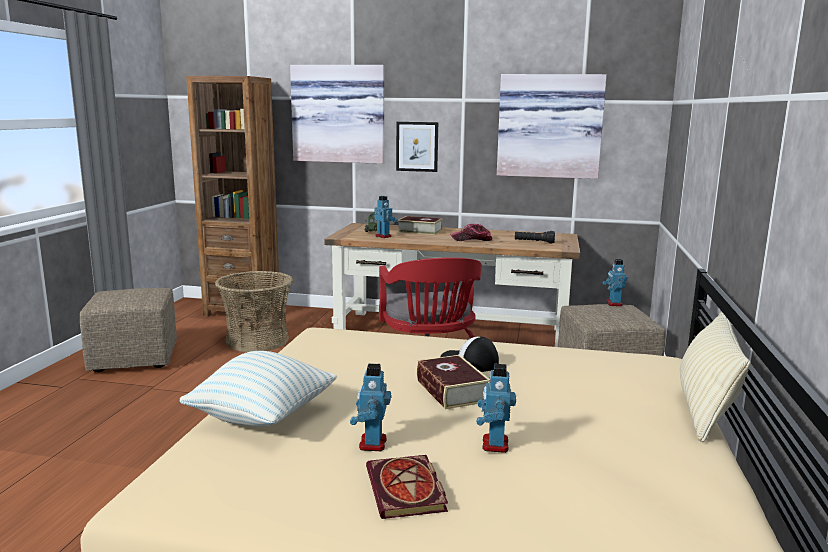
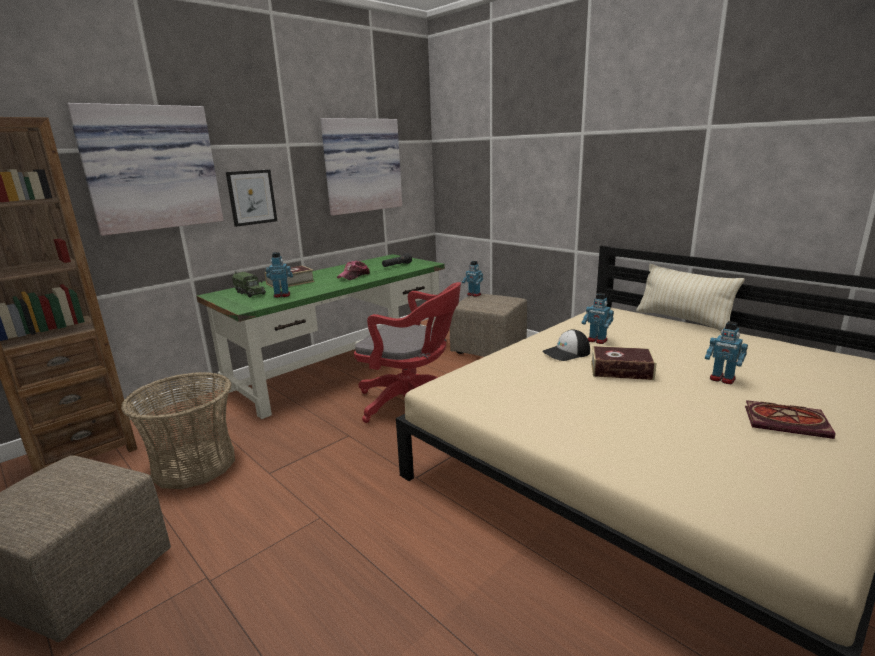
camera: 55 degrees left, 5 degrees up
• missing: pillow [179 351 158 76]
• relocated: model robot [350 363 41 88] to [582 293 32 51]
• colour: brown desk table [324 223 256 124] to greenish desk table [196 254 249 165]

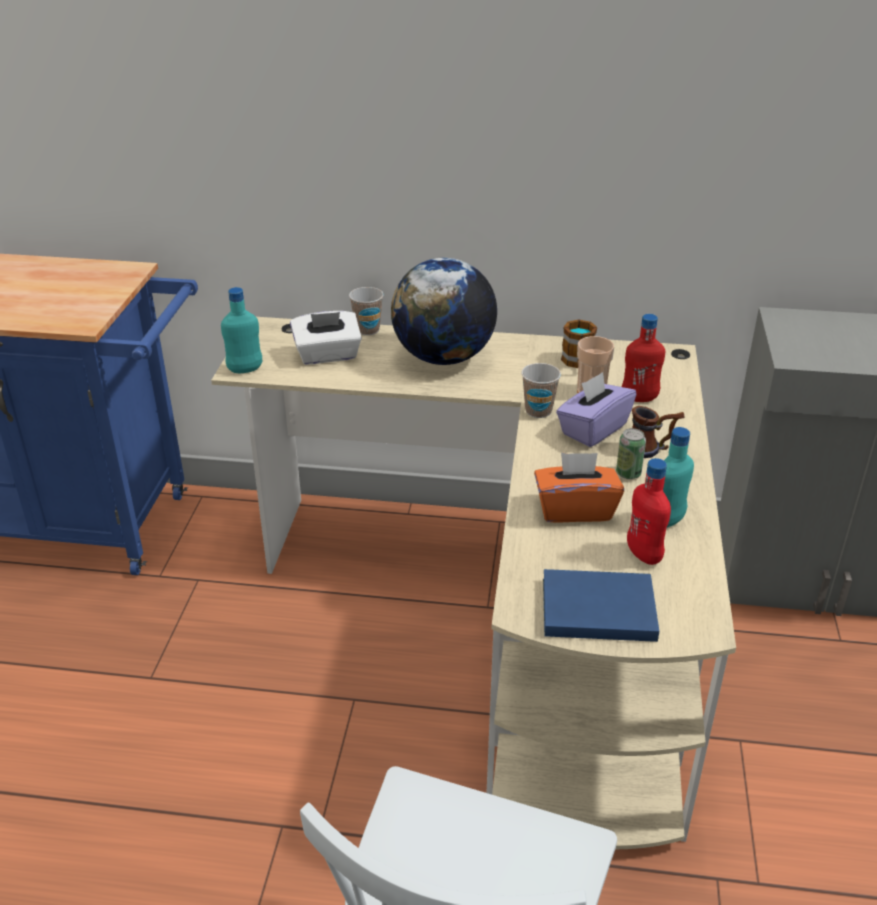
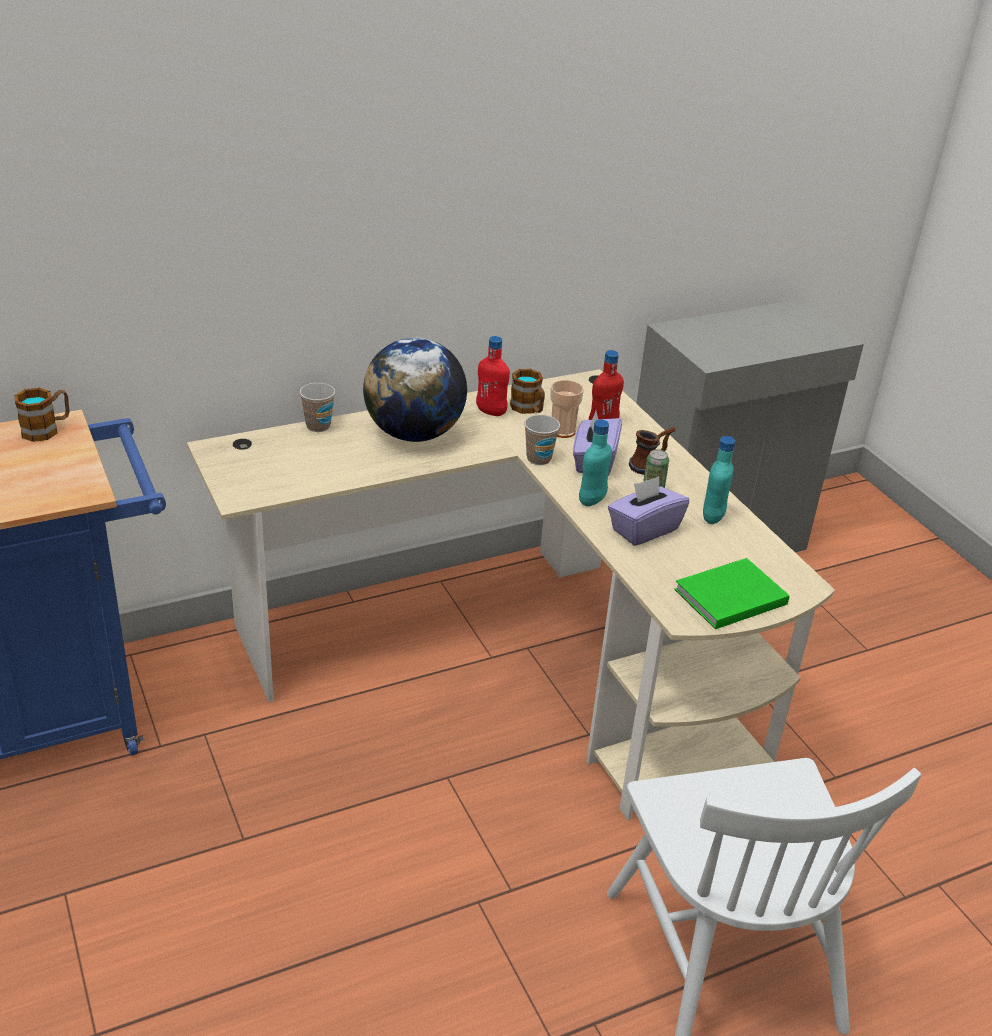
camera: 35 degrees left, 0 degrees up
• missing: whitish tissue box [290 311 72 54]
• appeared: tea mug [14 388 56 54]
• relocated: turquoise-coloured beverage bottle [221 287 41 86] to [579 419 33 87]
• relocated: red-coloured beverage bottle [627 458 44 107] to [476 336 34 80]
• colour: orangey tissue box [534 452 90 71] to purple tissue box [608 476 82 70]
• colour: blue volume [543 569 116 73] to greenish volume [674 558 116 71]

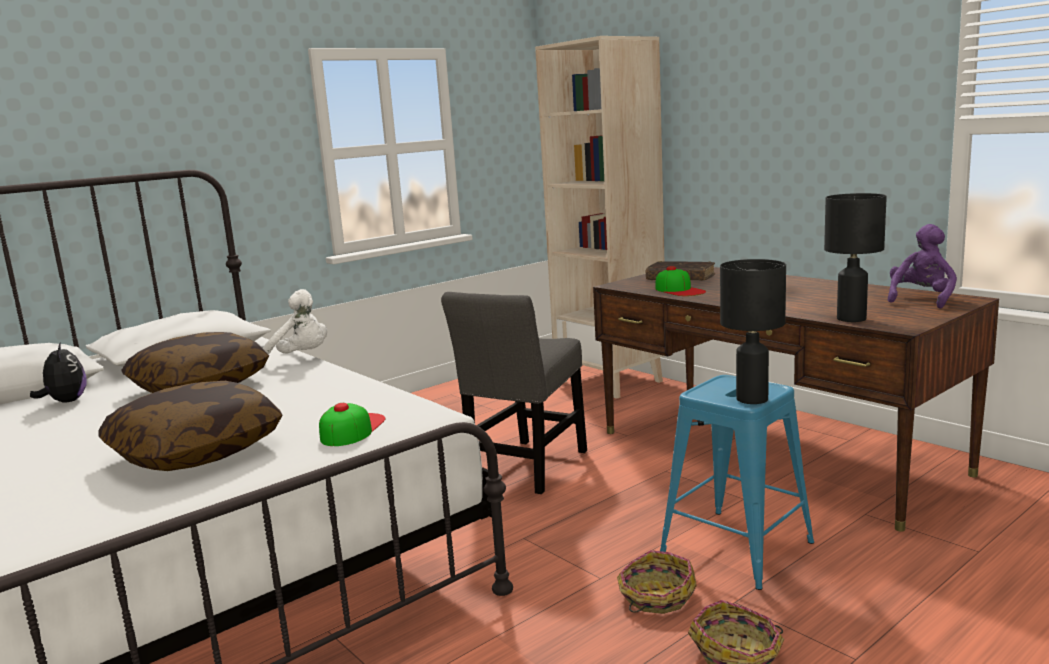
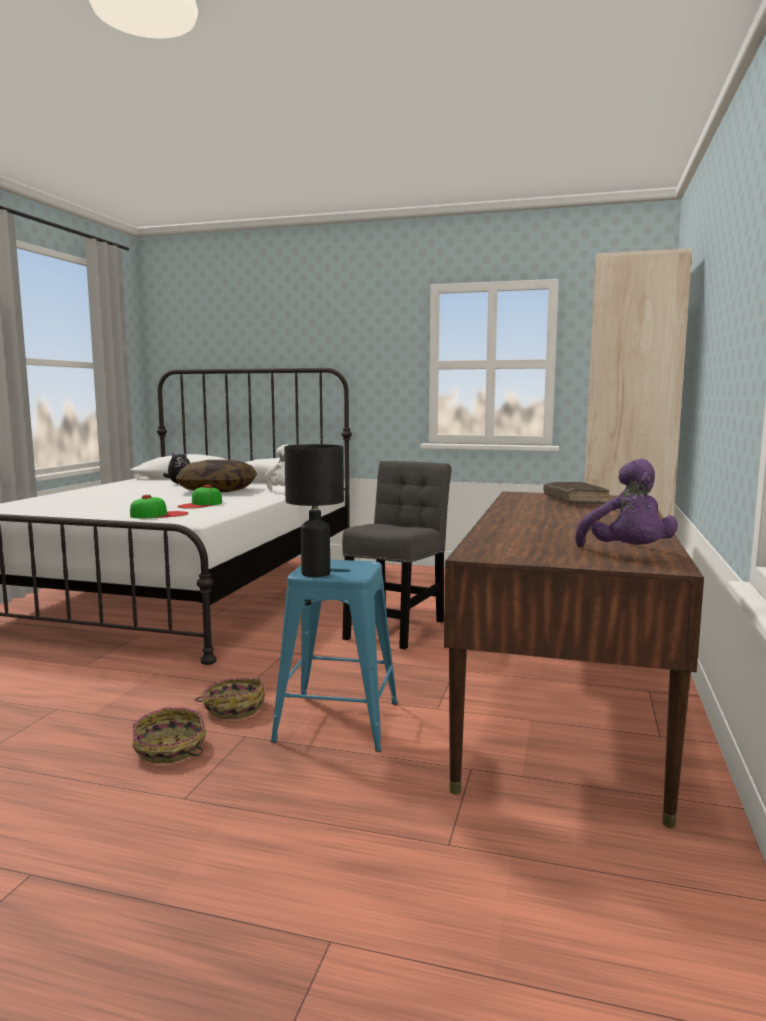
camera: 55 degrees right, 5 degrees down
• missing: pillow [98 381 184 90]
• missing: black-coloured tabletop lamp [824 193 63 129]
• relocated: cap [655 266 51 30] to [177 485 45 24]
• spun: greyish chair [441 292 146 202] = [342 461 109 188] 120 degrees clockwise
• spun: purple plush toy [887 224 70 85] = [575 459 103 88] 75 degrees clockwise

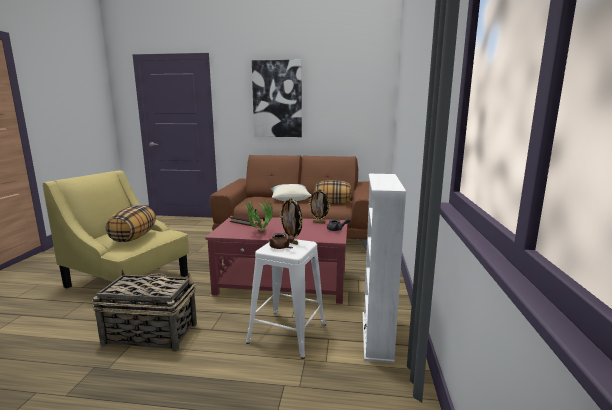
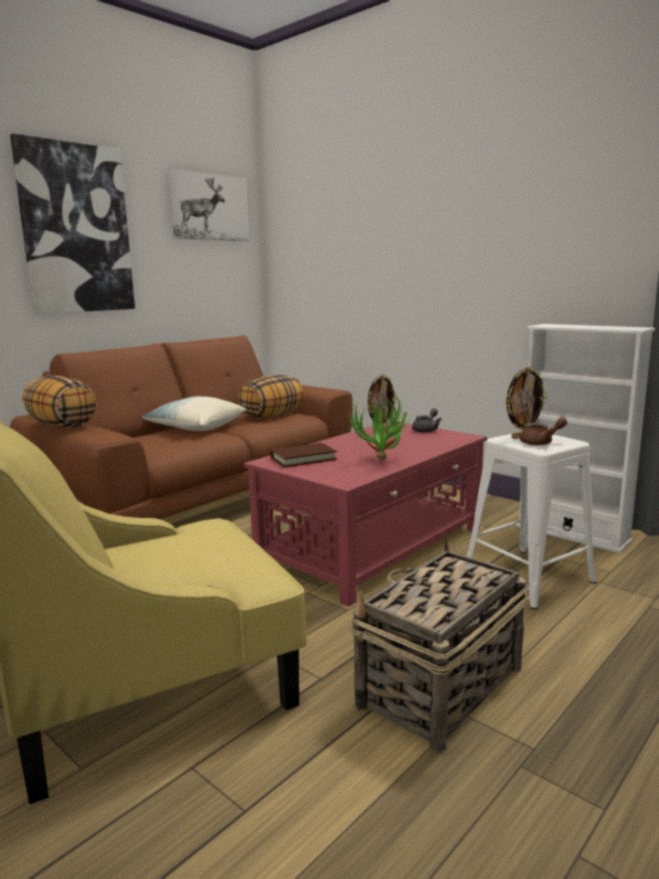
camera: 55 degrees left, 0 degrees up
• appeared: wall picture [168 169 81 72]
• relocated: pillow [106 205 50 37] to [23 375 74 53]

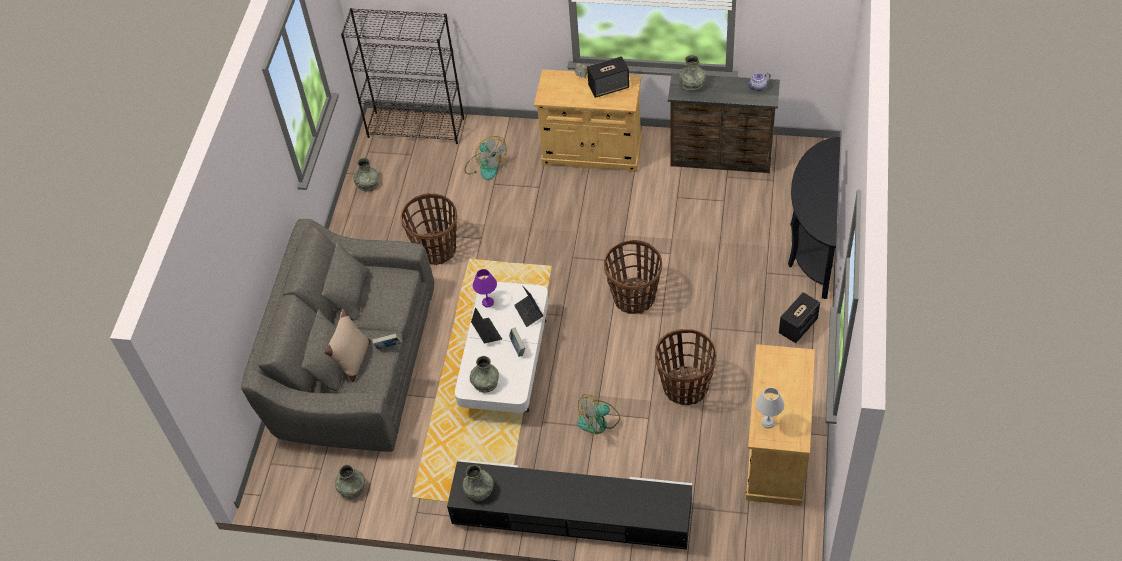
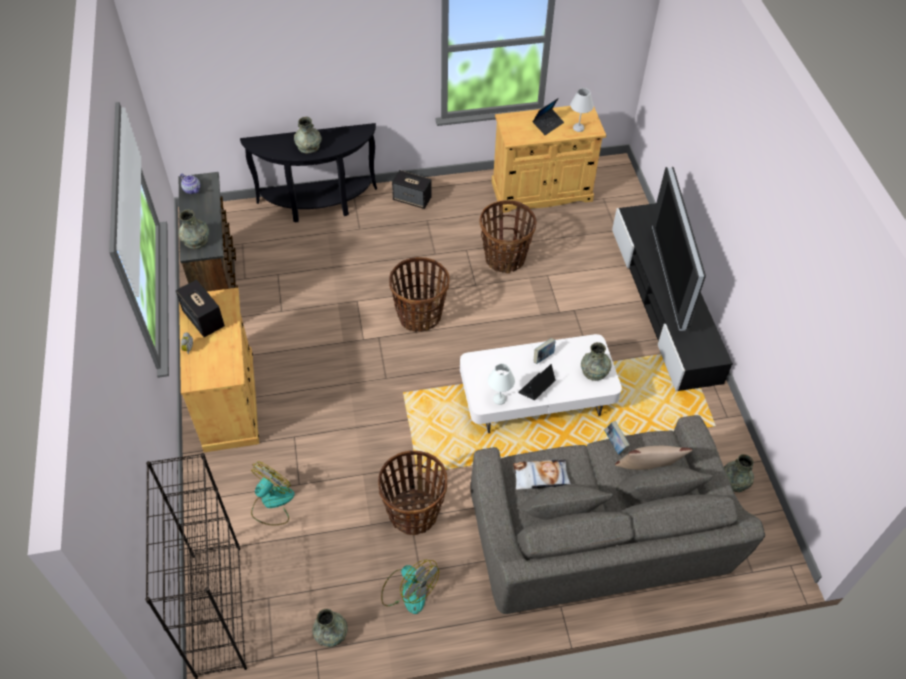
camera: 115 degrees left, 0 degrees up
• appeared: pillow [513 459 58 31]
• appeared: TV [652 167 54 164]
• relocated: greyish decorative vase [463 465 31 36] to [294 117 28 37]
• relocated: portable computer [514 286 29 41] to [533 98 31 37]
• relocated: electric fan [577 394 43 40] to [381 560 58 54]
• colour: purple tabletop lamp [473 269 24 38] to whitish tabletop lamp [488 364 27 41]

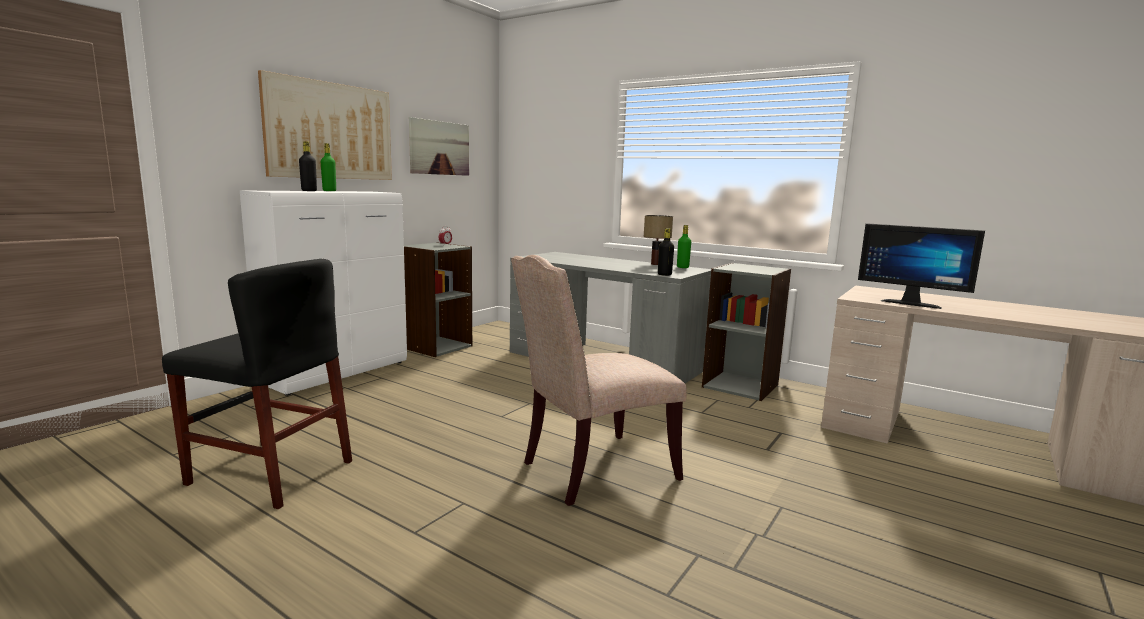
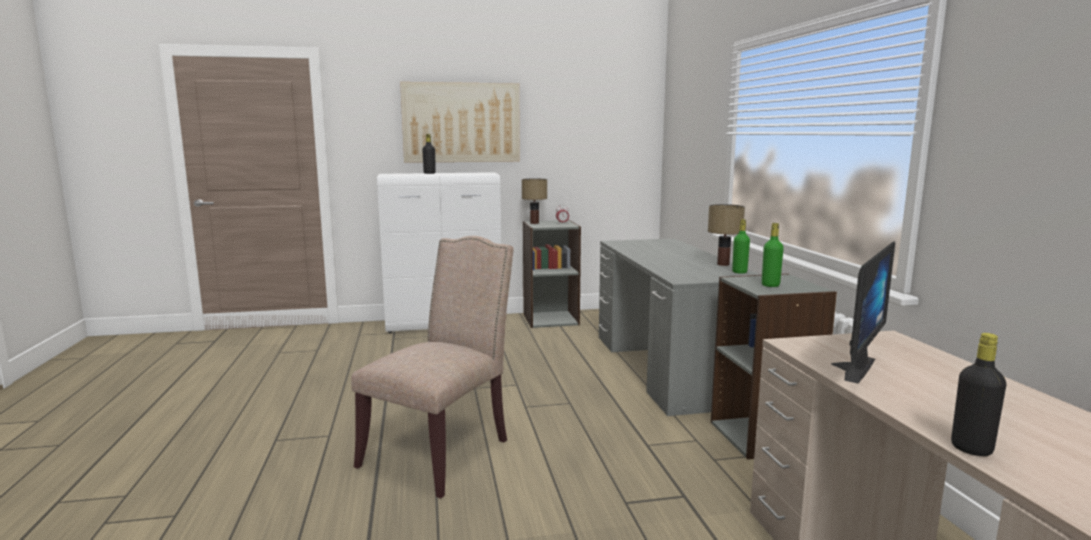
camera: 45 degrees right, 0 degrees up
• missing: black-coloured chair [162 259 190 250]
• missing: wall picture [409 117 60 59]
• appeared: tabletop lamp [522 178 25 46]
• relocated: greenish beverage bottle [321 143 15 48] to [762 223 22 64]
• relocated: black-coloured beverage bottle [658 228 16 48] to [951 333 56 123]
• spun: beige chair [511 255 176 251] = [351 236 162 262] 105 degrees clockwise
• spun: monitor [858 223 127 86] = [831 241 64 142] 135 degrees counterclockwise

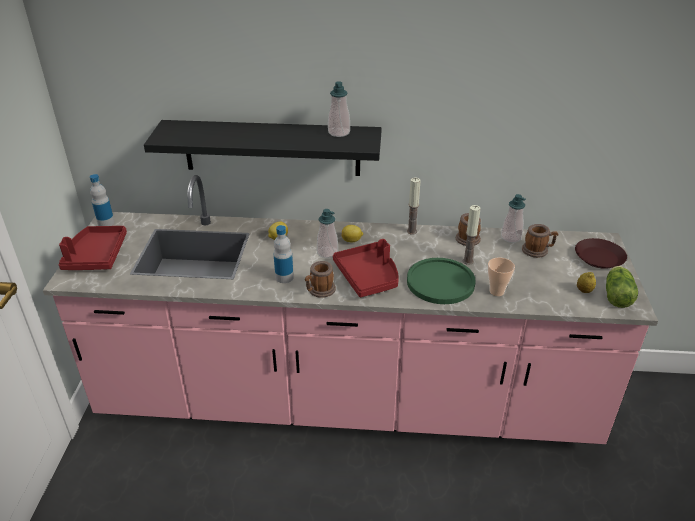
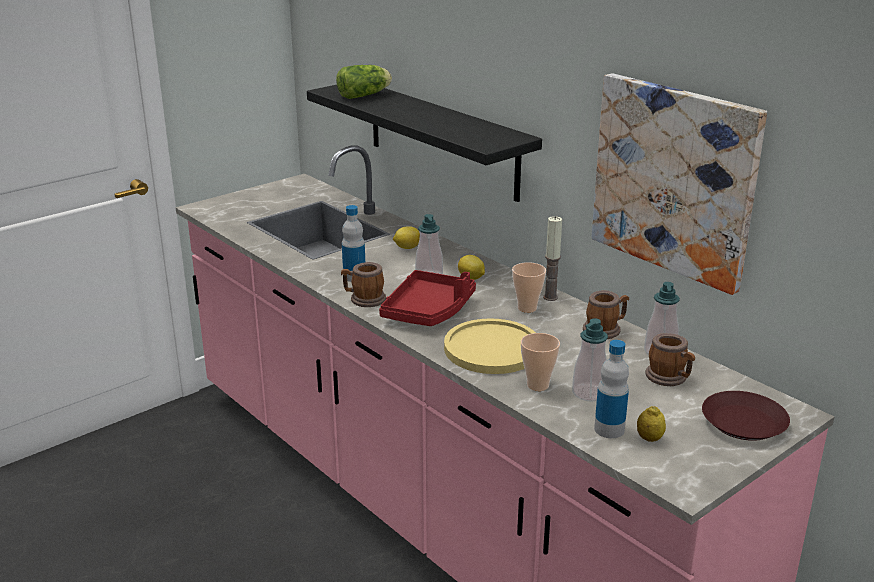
camera: 45 degrees right, 10 degrees down
• missing: red-coloured tray [59 226 68 44]
• missing: wax candle [463 205 18 60]
• appeared: small cup [512 262 34 51]
• appeared: wall picture [592 73 175 222]
• relocated: beverage bottle [90 174 25 52] to [594 340 35 98]
• relocated: soap dispenser [328 81 22 56] to [572 318 36 84]
• relocated: lettuce head [606 266 32 42] to [336 65 56 34]
• colour: greenish dinner plate [407 258 69 46] to yellow dinner plate [444 318 92 56]

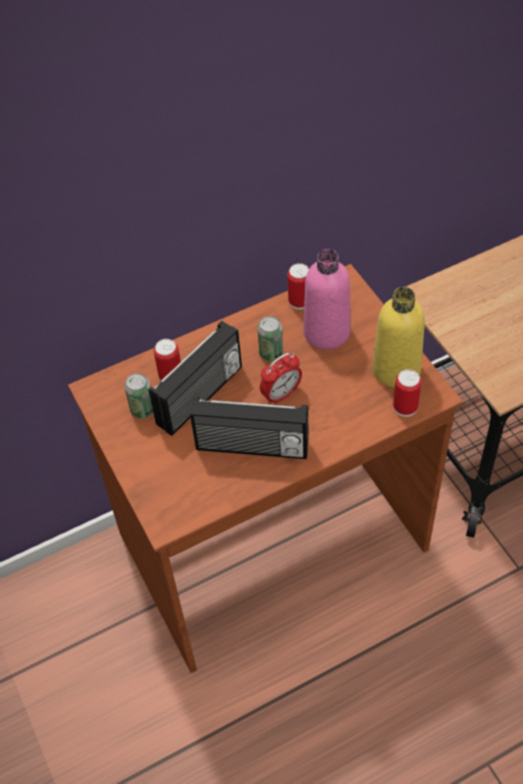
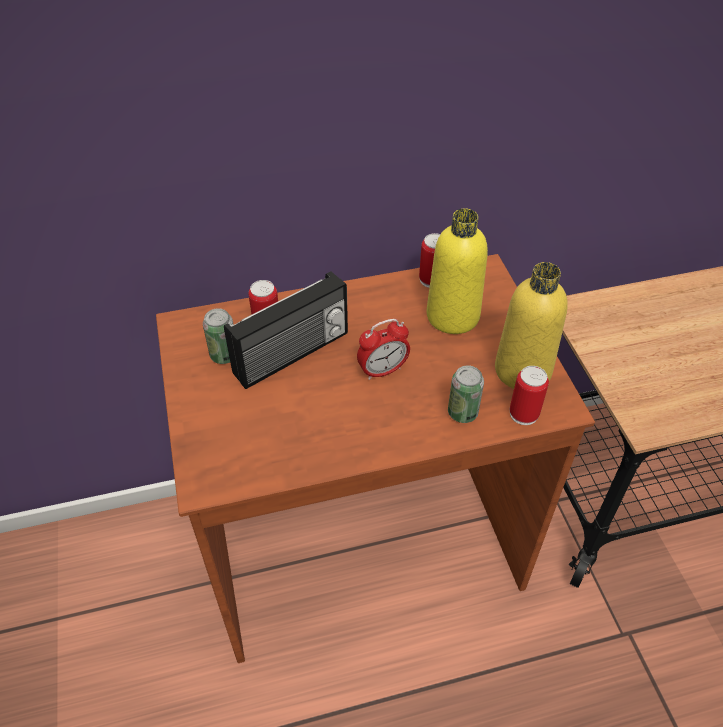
camera: 10 degrees right, 5 degrees down
• missing: radio set [190 397 119 62]
• relocated: can [257 316 26 45] to [448 365 36 58]
• colour: pink beverage bottle [303 249 48 101] to yellow beverage bottle [426 208 62 126]

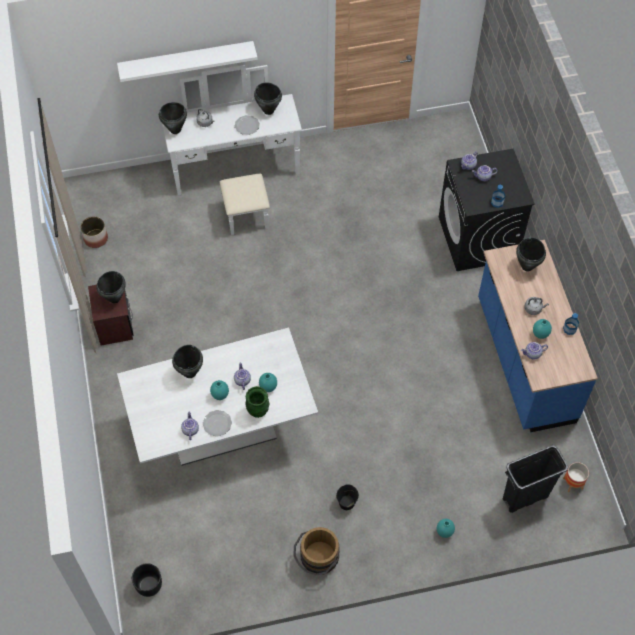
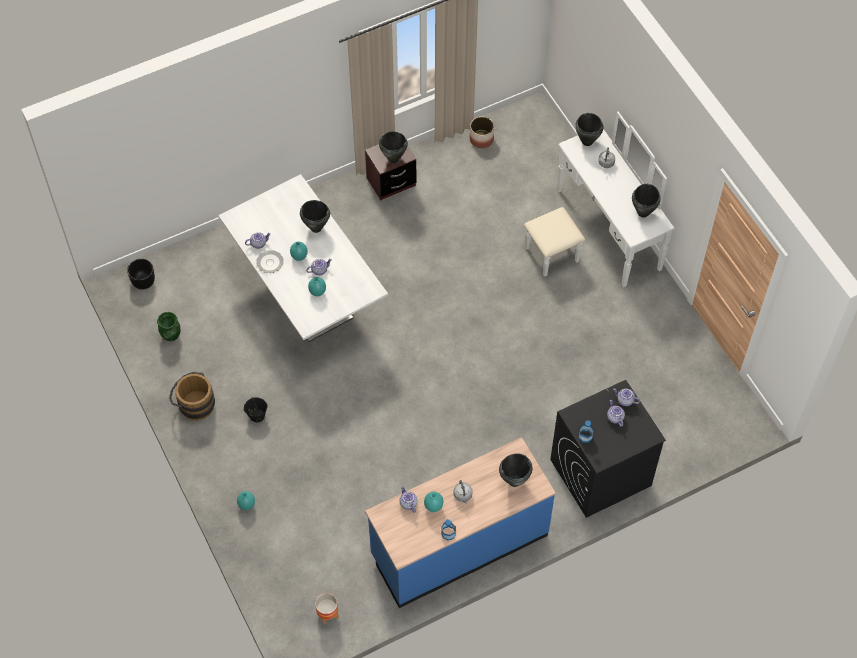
camera: 75 degrees right, 0 degrees up
• missing: whitish wall shelf [117 41 141 41]
• missing: dinner plate [235 115 25 20]
• missing: black-coloured trash can [503 445 65 68]
• relocated: greenish decorative vase [245 386 24 32] to [157 312 23 29]

